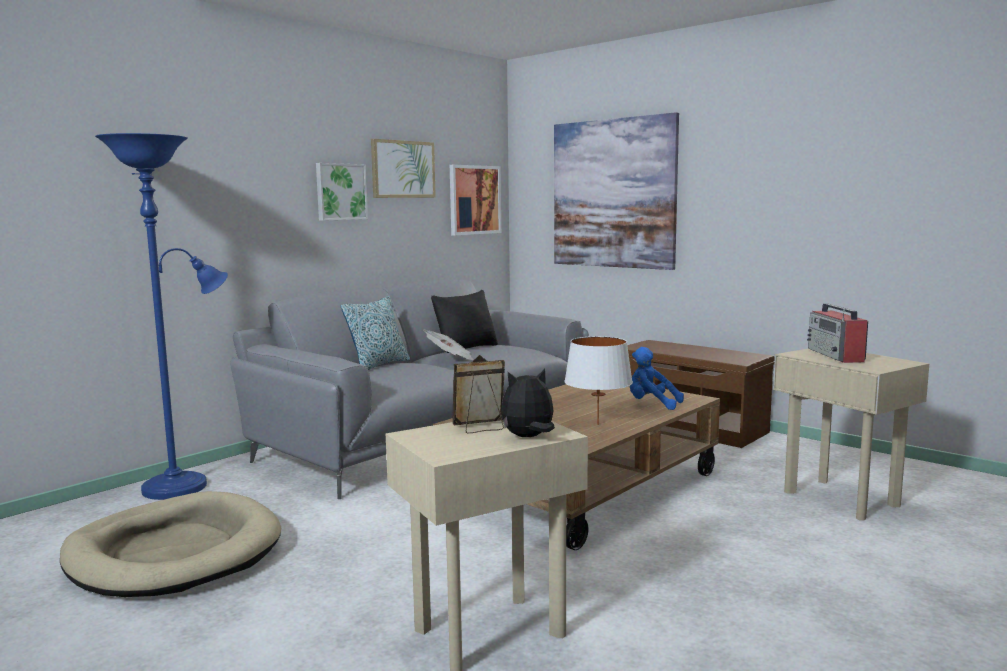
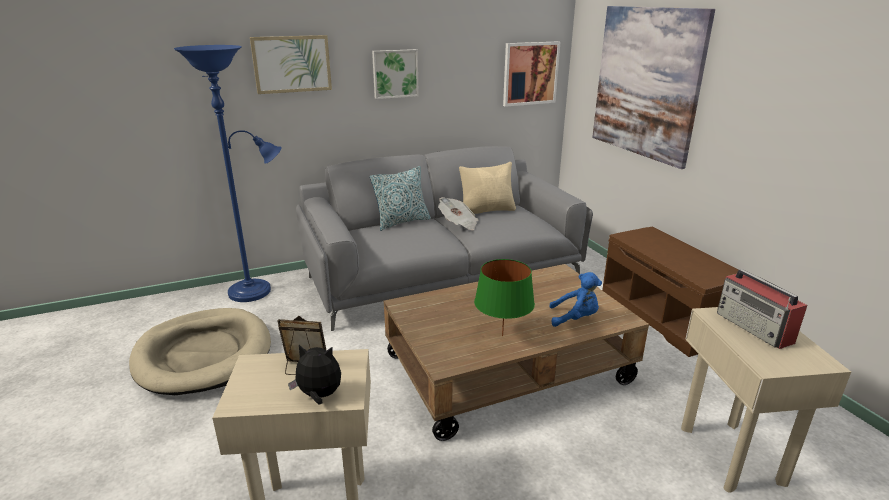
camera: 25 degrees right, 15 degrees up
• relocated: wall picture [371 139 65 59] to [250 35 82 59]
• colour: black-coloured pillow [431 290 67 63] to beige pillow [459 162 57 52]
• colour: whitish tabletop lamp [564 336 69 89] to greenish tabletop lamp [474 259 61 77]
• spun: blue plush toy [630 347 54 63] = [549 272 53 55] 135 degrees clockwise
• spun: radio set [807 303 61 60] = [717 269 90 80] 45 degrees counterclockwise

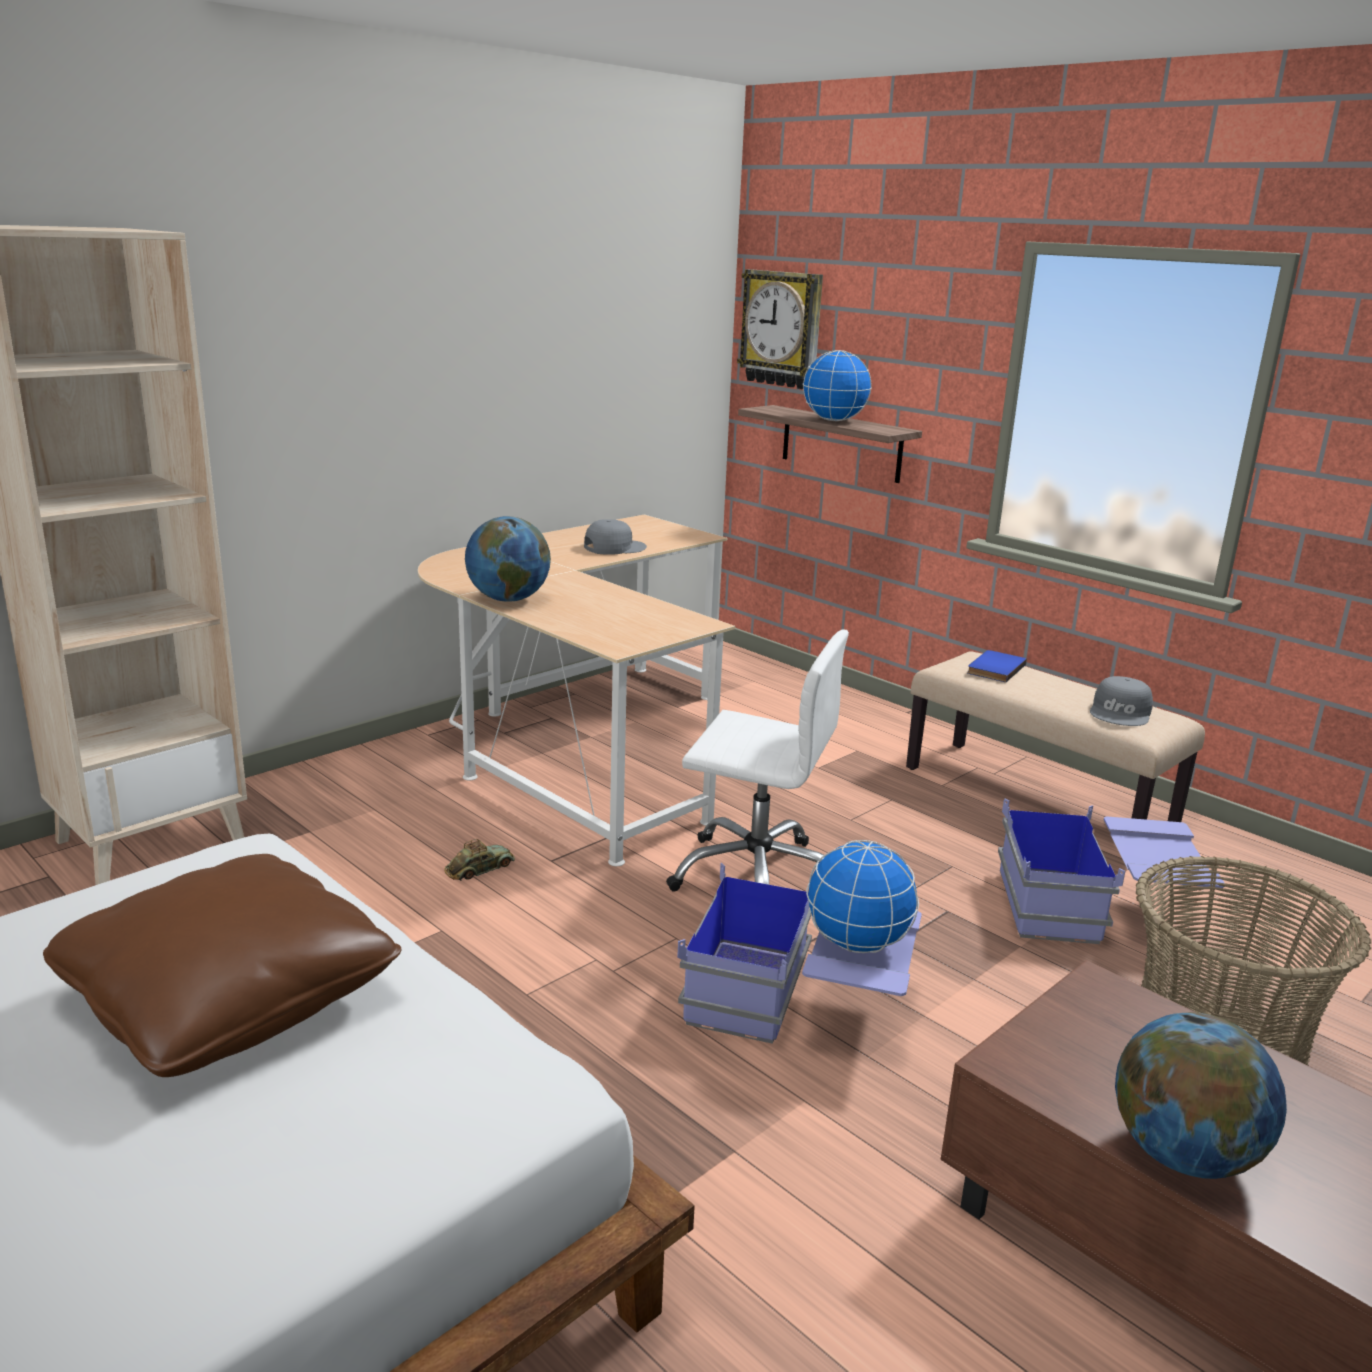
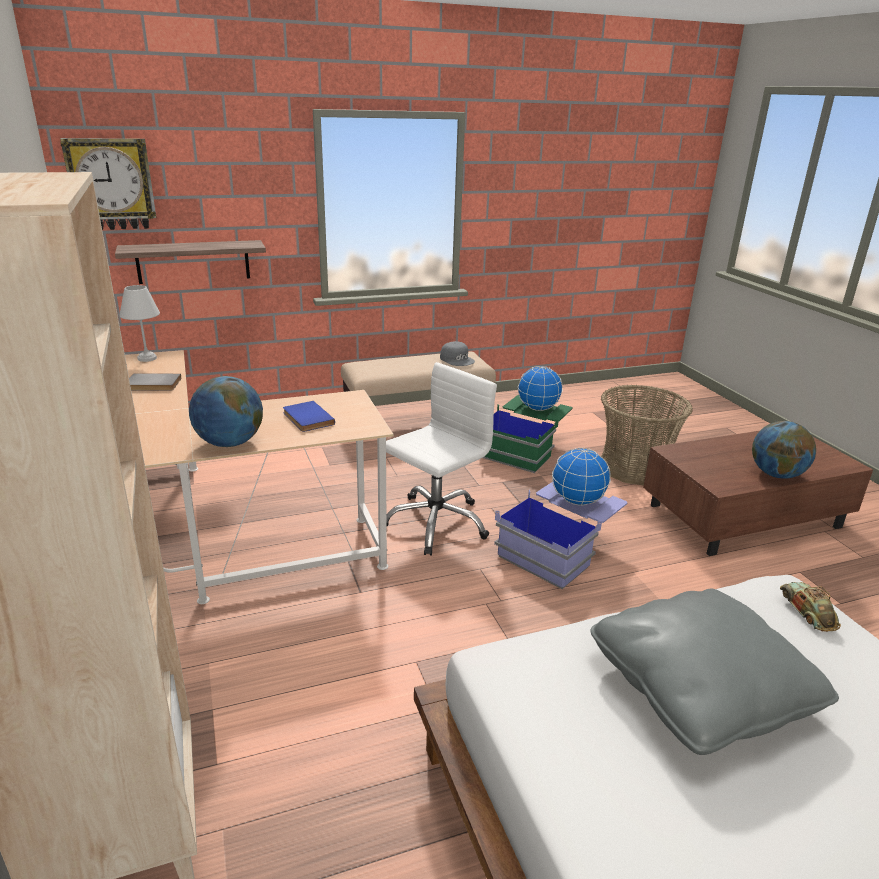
camera: 65 degrees left, 5 degrees up
• appeared: whitish tabletop lamp [119 285 41 77]
• relocated: model car [444 839 71 42] to [780 582 61 50]
• relocated: desk globe [802 350 70 71] to [518 366 45 45]
• relocated: blue volume [967 650 60 32] to [283 401 52 31]
• exchanged: greyish cap [584 519 63 36] to greyish volume [129 373 52 18]
• colour: brown pillow [43 854 358 223] to greyish pillow [590 589 249 166]
• colour: blue storage bin [998 798 226 146] to greenish storage bin [483 395 90 78]

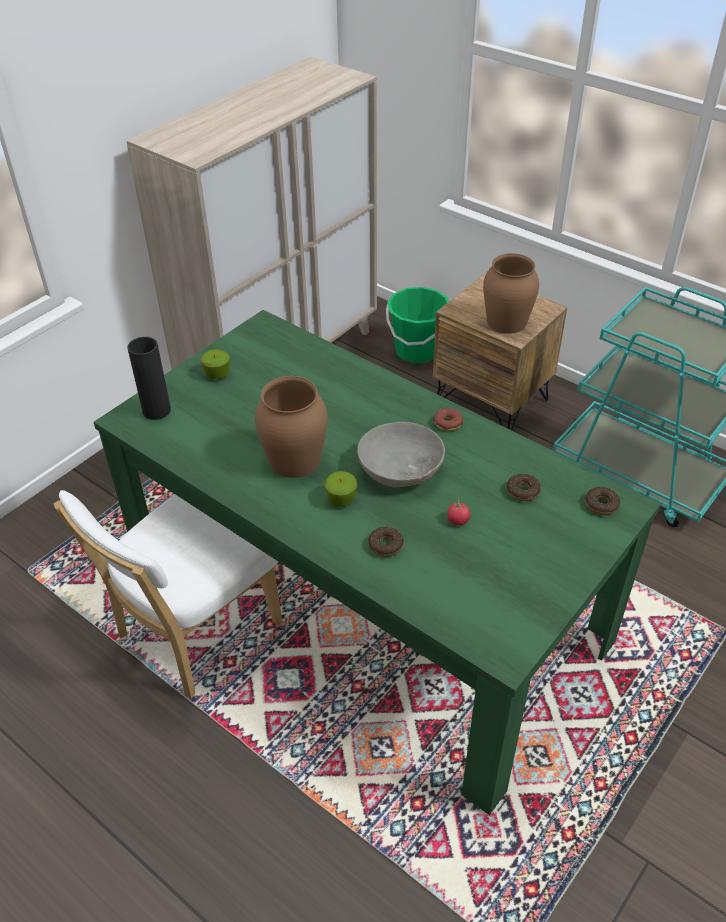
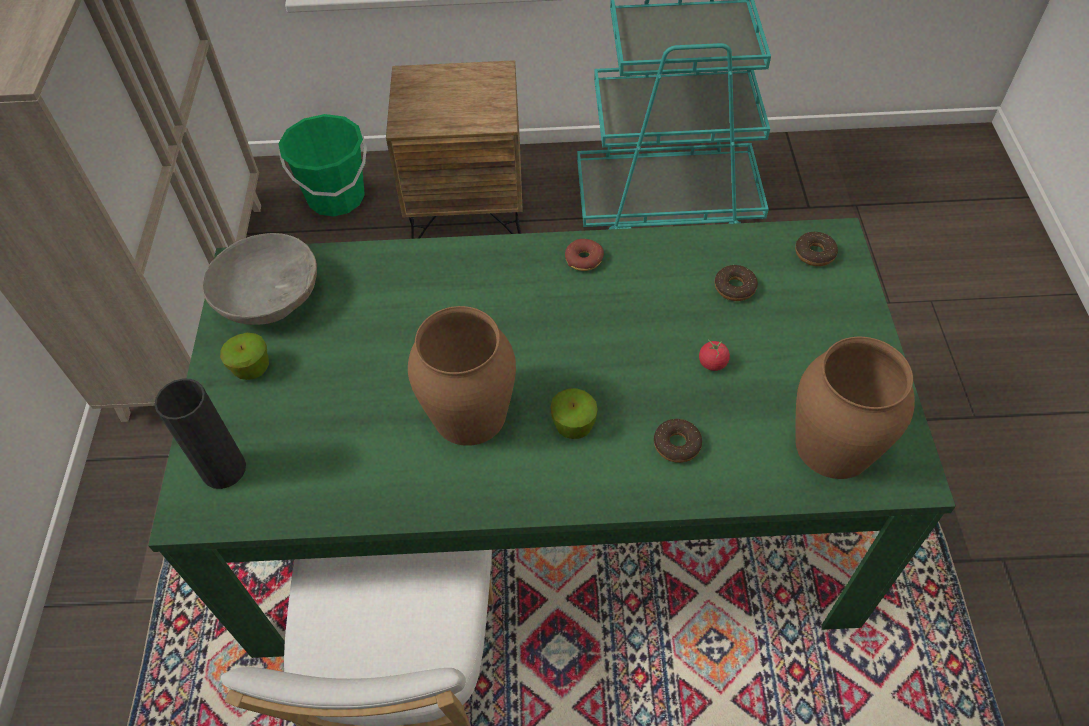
camera: 40 degrees left, 10 degrees up
• relocated: greyish bowl [357 422 88 66] to [202 233 115 92]
• relocated: brown decorative vase [483 253 56 81] to [796 337 119 142]

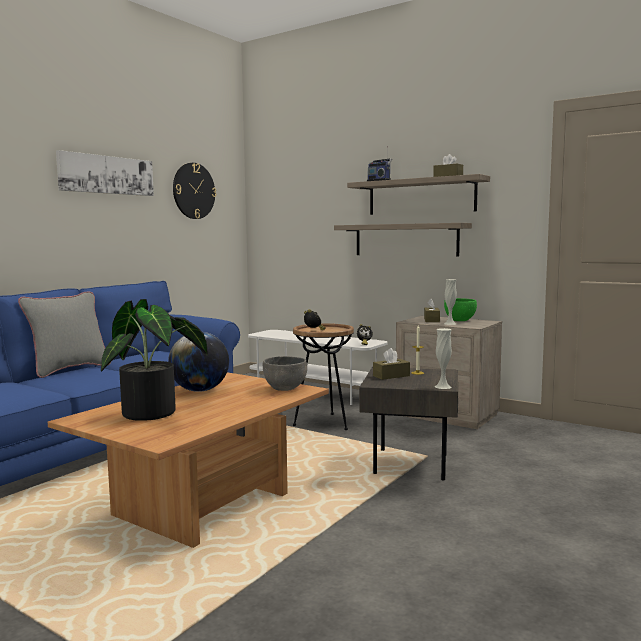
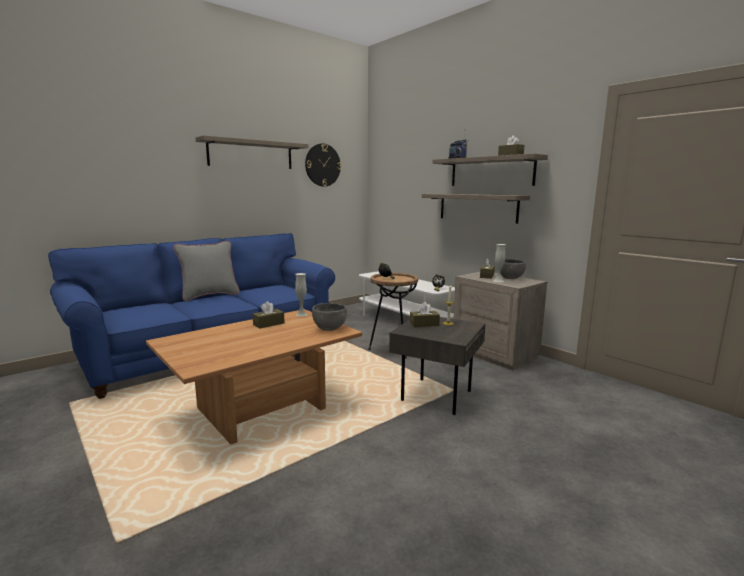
camera: 15 degrees right, 5 degrees up
• missing: plant in a pot [101 299 107 122]
• relocated: whitish decorative vase [434 328 18 61] to [295 273 13 44]
• exchanged: wall picture [56 150 98 46] to wall shelf [195 135 113 34]
• exchanged: desk globe [168 332 61 60] to brown tissue box [253 301 31 27]
• colour: greenish bowl [444 298 33 23] to greyish bowl [500 259 26 20]

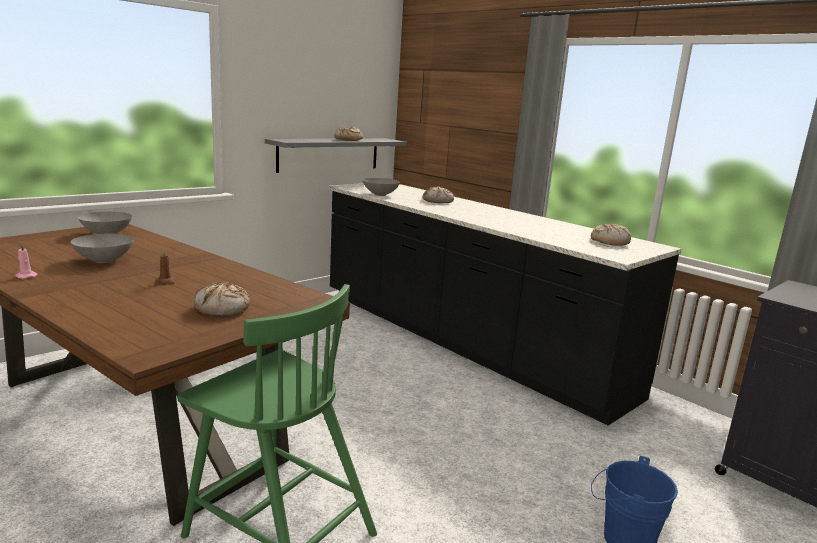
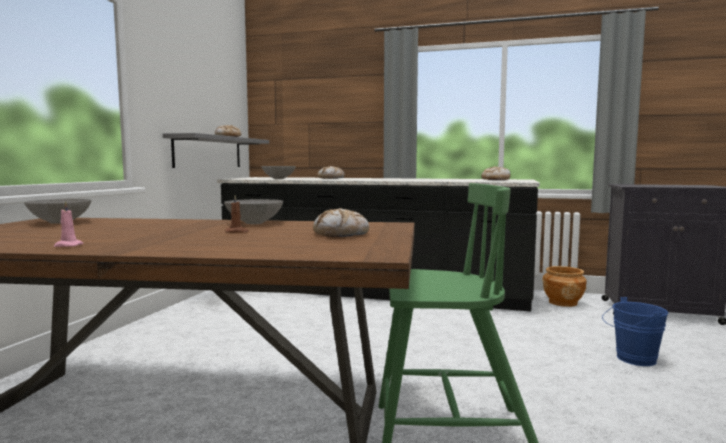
camera: 30 degrees left, 10 degrees down
• appeared: brown planter [542 266 44 41]
• relocated: greyish bowl [71 234 63 29] to [224 199 59 25]

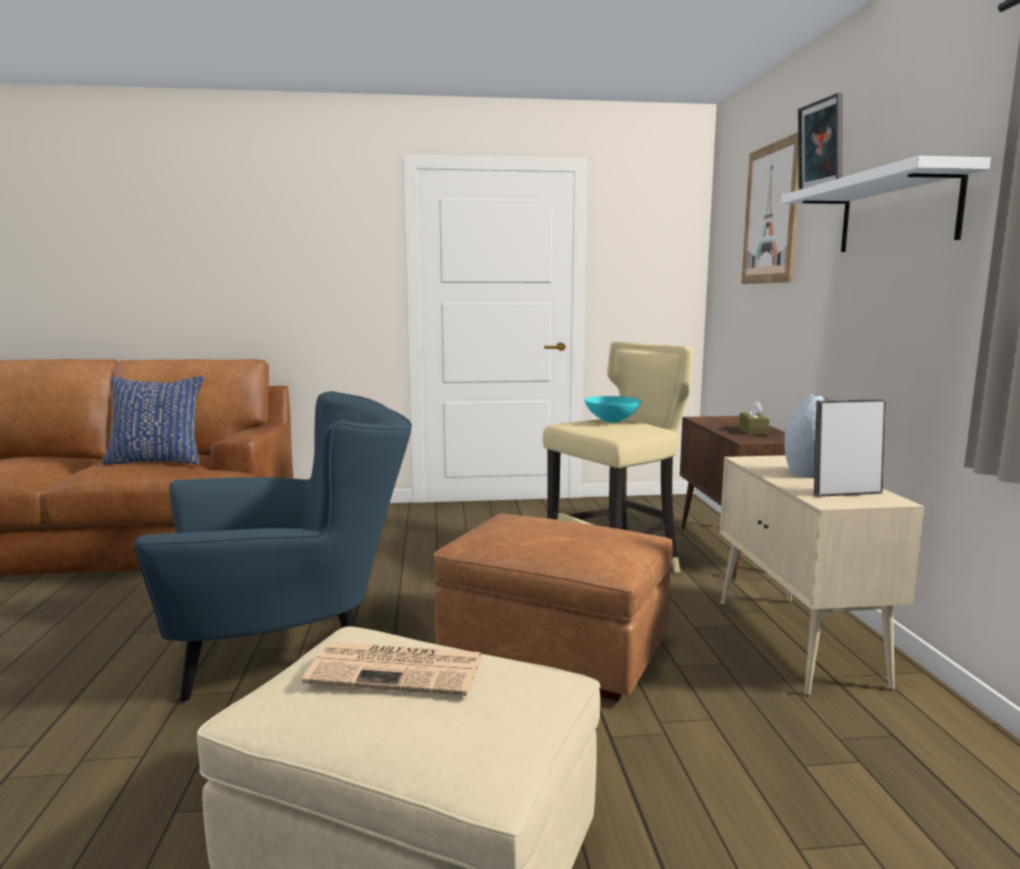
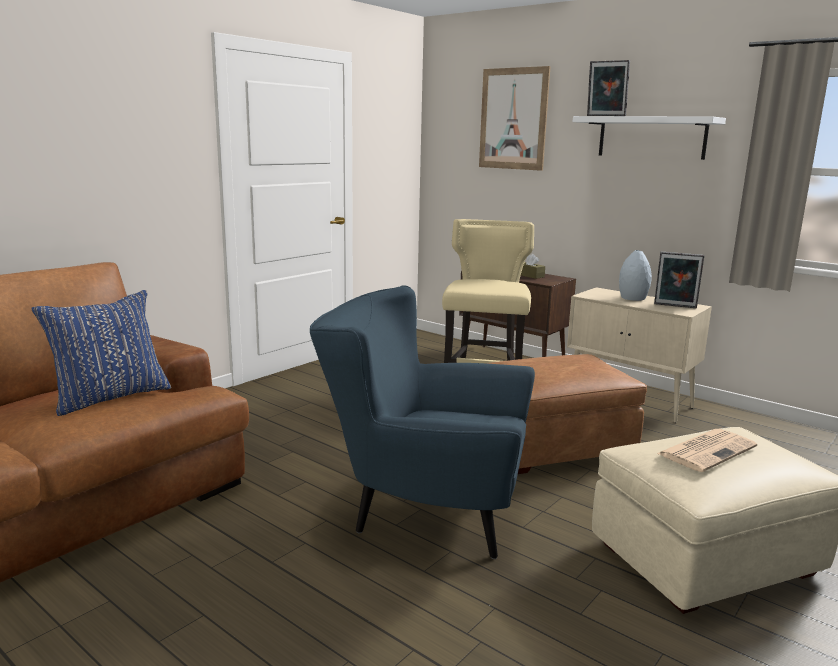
camera: 45 degrees left, 5 degrees up
• missing: turquoise-coloured bowl [585 396 56 27]
• spun: blue armchair [134 391 278 312] = [310 286 225 273] 105 degrees counterclockwise
• spun: standing frame [814 399 72 98] = [654 252 50 56] 105 degrees counterclockwise

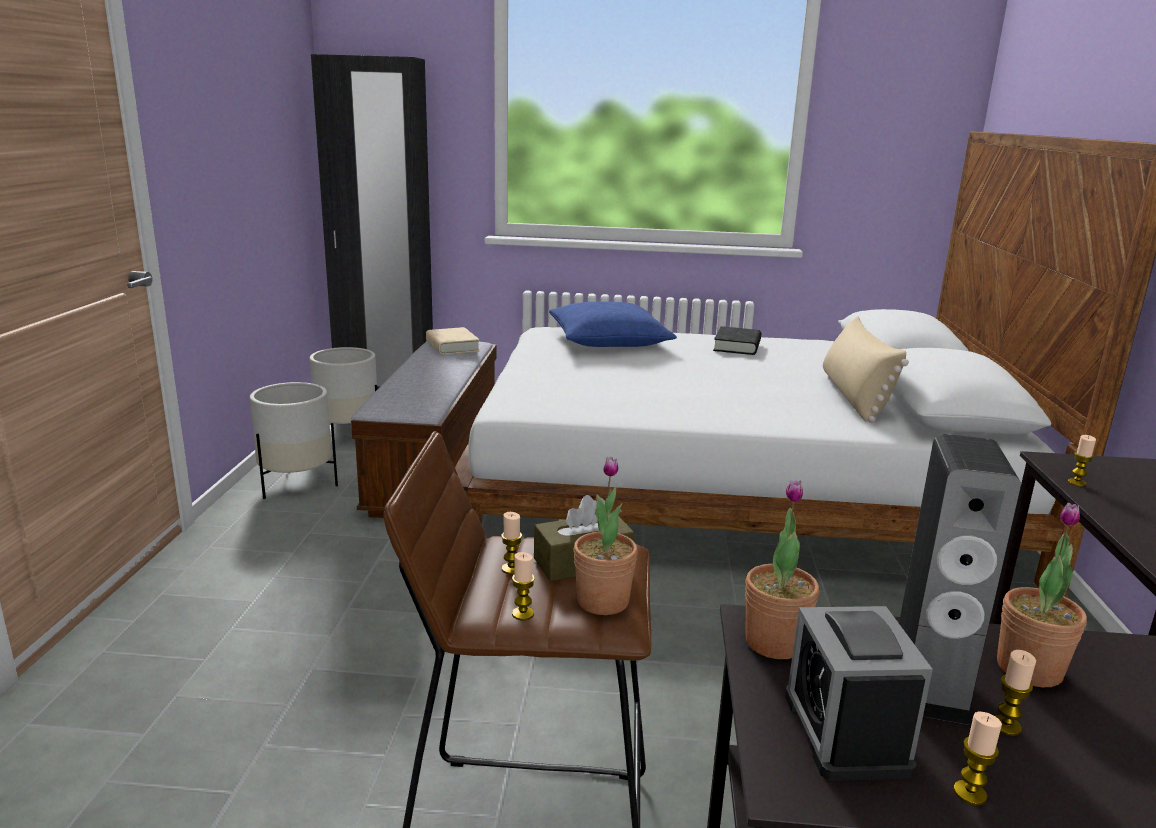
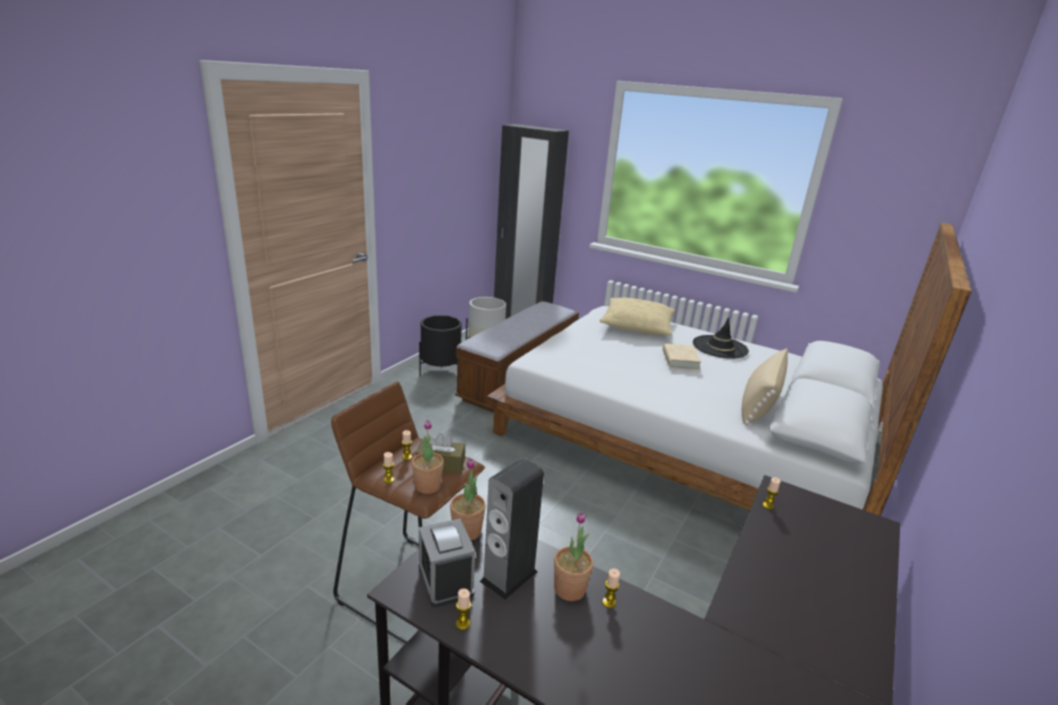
camera: 25 degrees right, 5 degrees up
• relocated: beige volume [426 327 54 28] to [663 344 38 26]
• relocated: wax candle [995 650 41 86] to [602 568 18 40]
• exchanged: black-coloured volume [713 326 48 29] to black-coloured hat [693 317 56 42]
• colour: whitish planter [250 382 88 117] to black-coloured planter [419 315 43 61]
• colour: blue pillow [549 302 128 45] to beige pillow [599 297 76 38]
• spun: table clock [785 606 148 175] = [419 518 56 90] 45 degrees counterclockwise

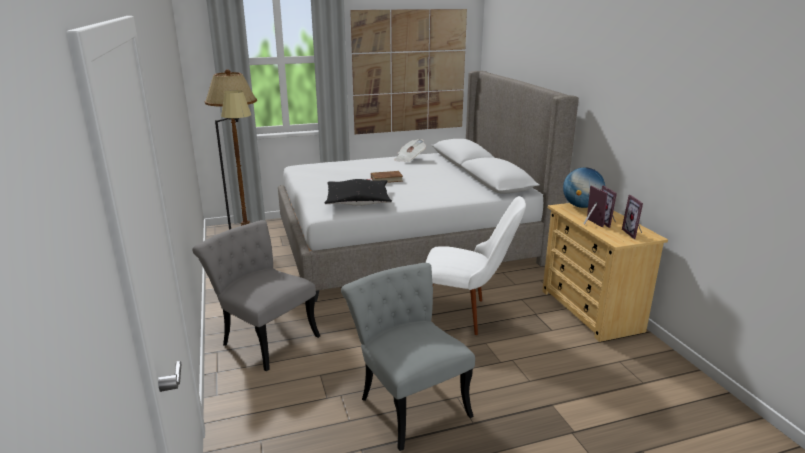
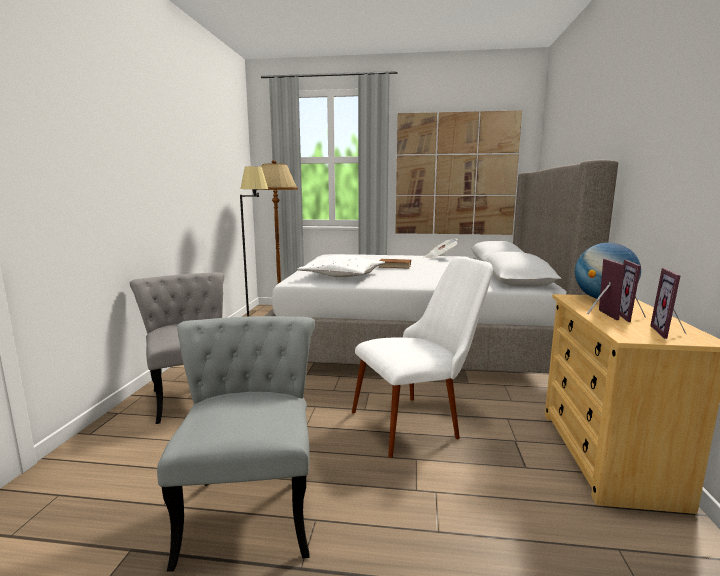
camera: 25 degrees right, 10 degrees down
• colour: black-coloured pillow [325 179 67 27] to whitish pillow [298 255 87 22]
• spun: whitish chair [425 196 101 139] = [352 257 141 201] 60 degrees counterclockwise

